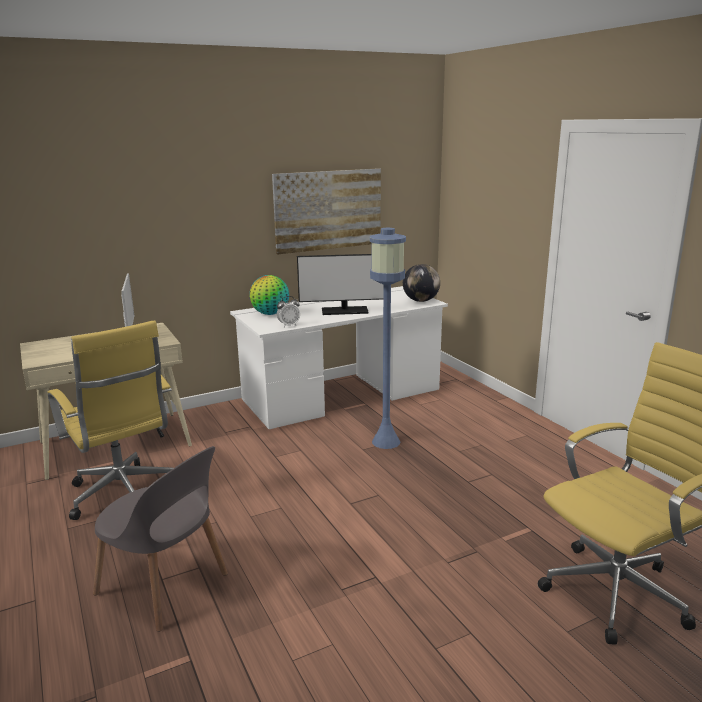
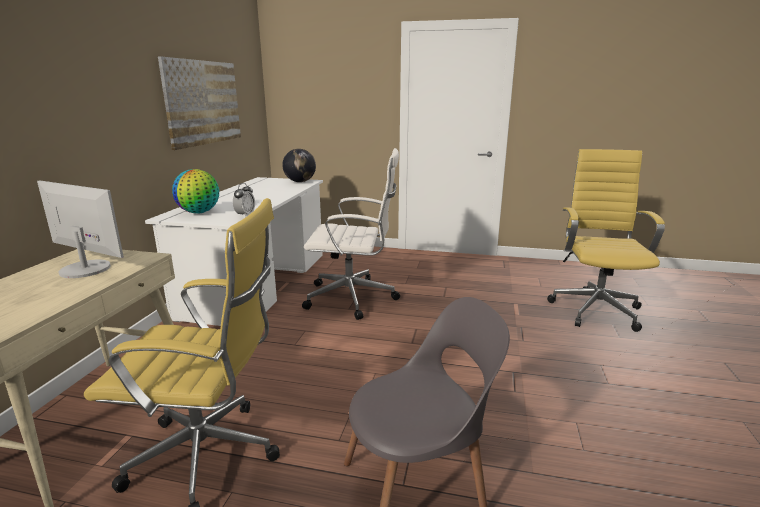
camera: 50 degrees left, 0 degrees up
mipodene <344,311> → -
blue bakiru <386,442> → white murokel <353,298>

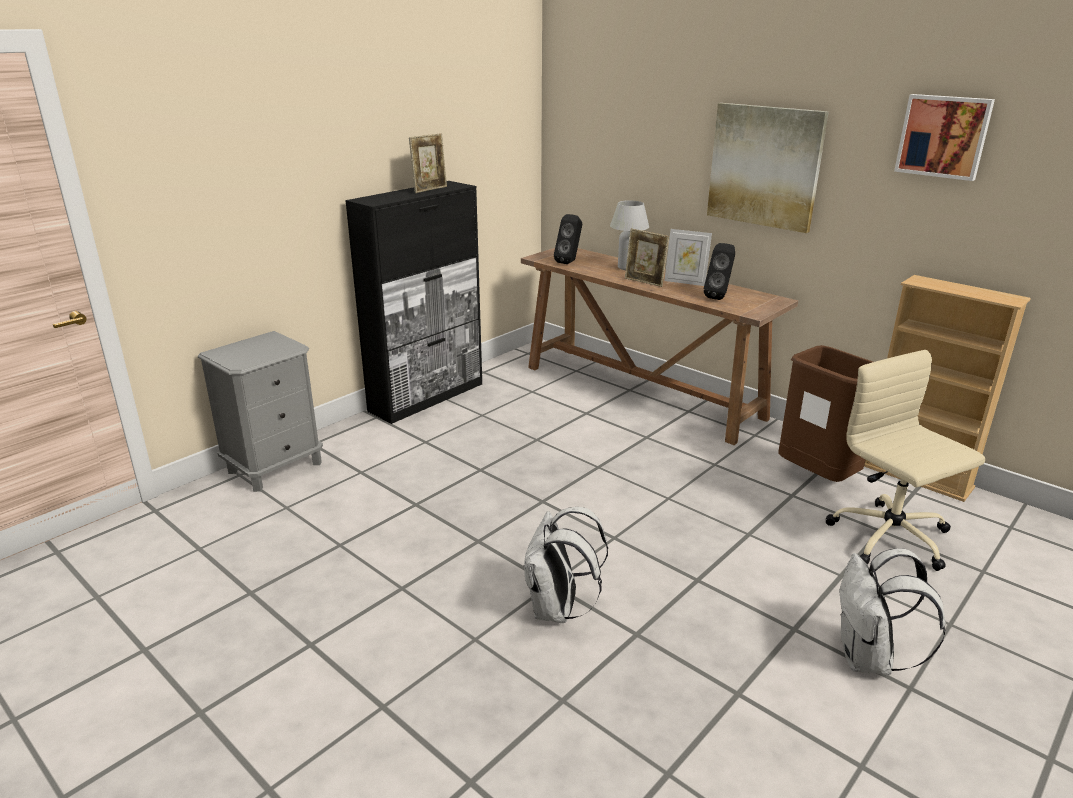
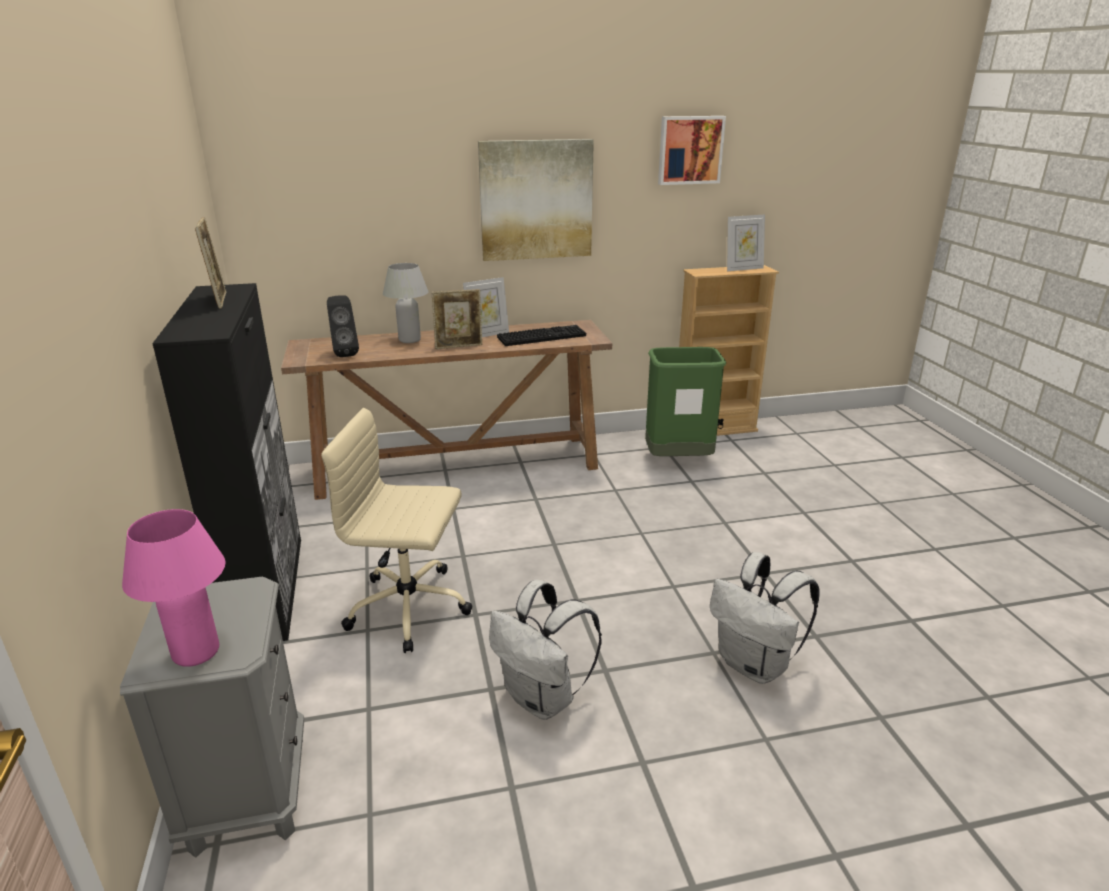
camera: 55 degrees left, 0 degrees up
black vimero <719,297> → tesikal <542,336>
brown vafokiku <817,477> → green vafokiku <678,460>
beige murokel <891,539> → beige murokel <411,608>, moved
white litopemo <868,659> → white litopemo <543,699>, moved
- → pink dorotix <196,652>
- → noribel <743,268>

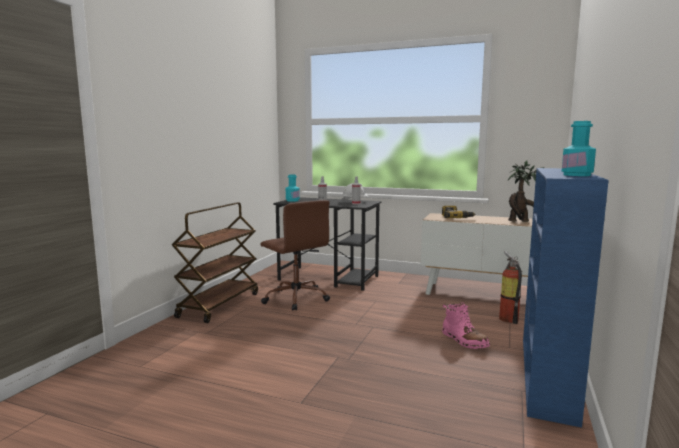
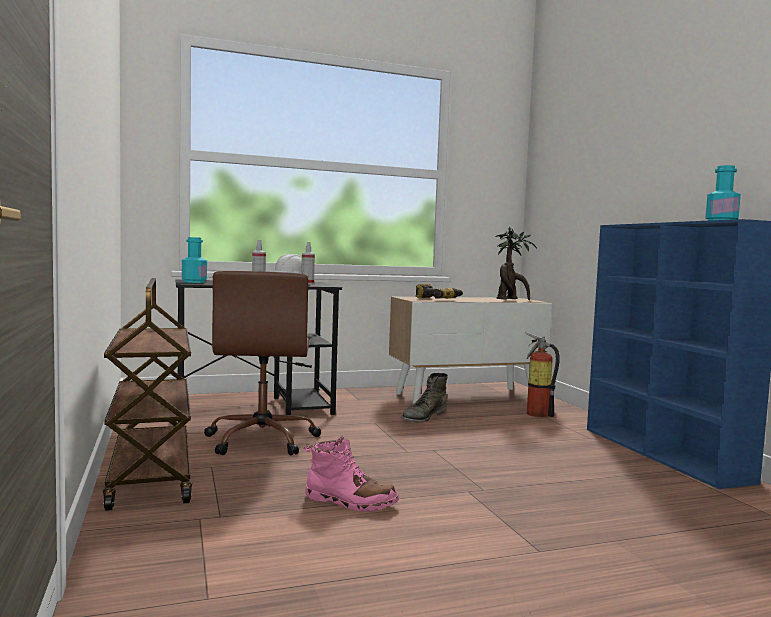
camera: 40 degrees left, 5 degrees down
brown murokel <296,298> → brown murokel <262,440>, 75 degrees clockwise
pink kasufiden <464,340> → pink kasufiden <350,502>, moved
- → green kasufiden <423,416>

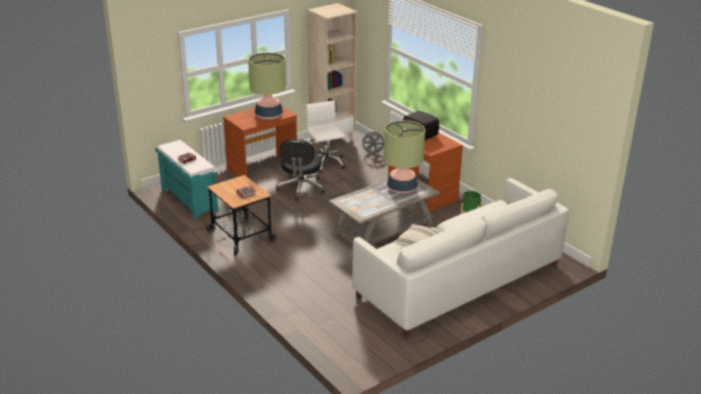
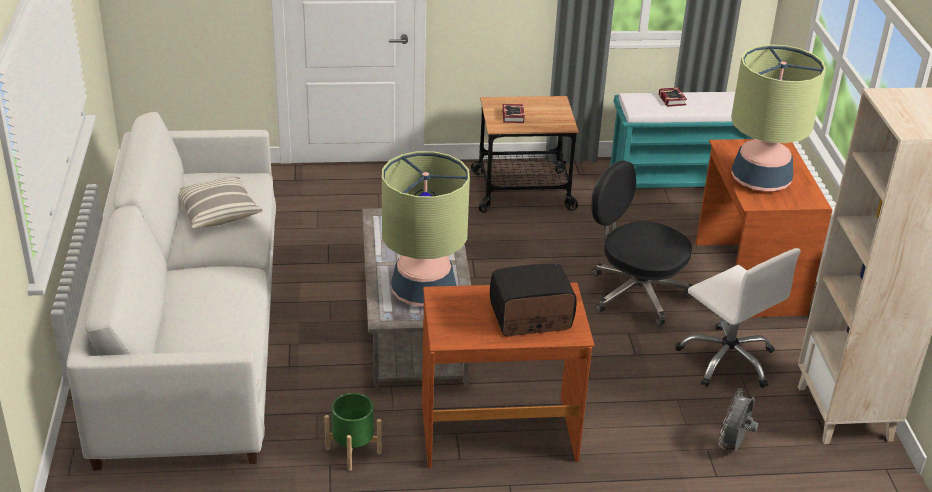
camera: 120 degrees right, 5 degrees up
white murokel <325,163> → white murokel <727,359>, 45 degrees clockwise

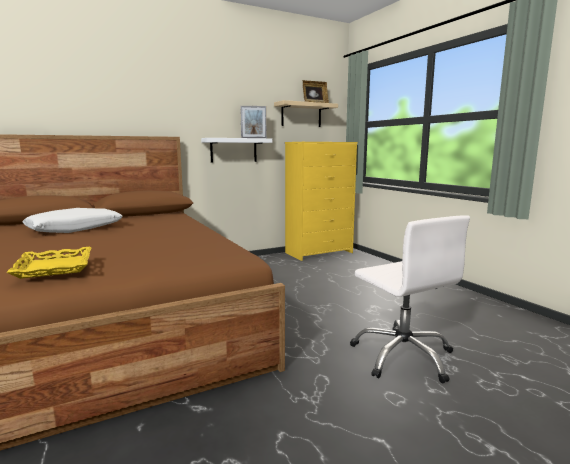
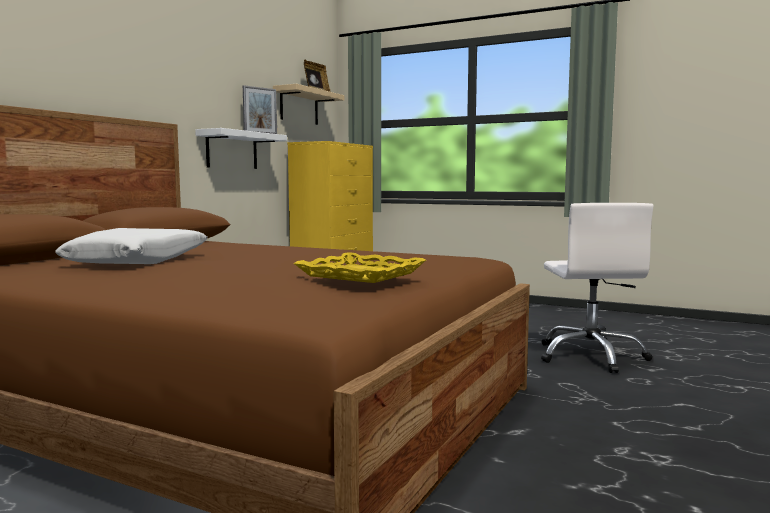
camera: 35 degrees left, 5 degrees down
white murokel <403,356> → white murokel <591,356>, 60 degrees clockwise

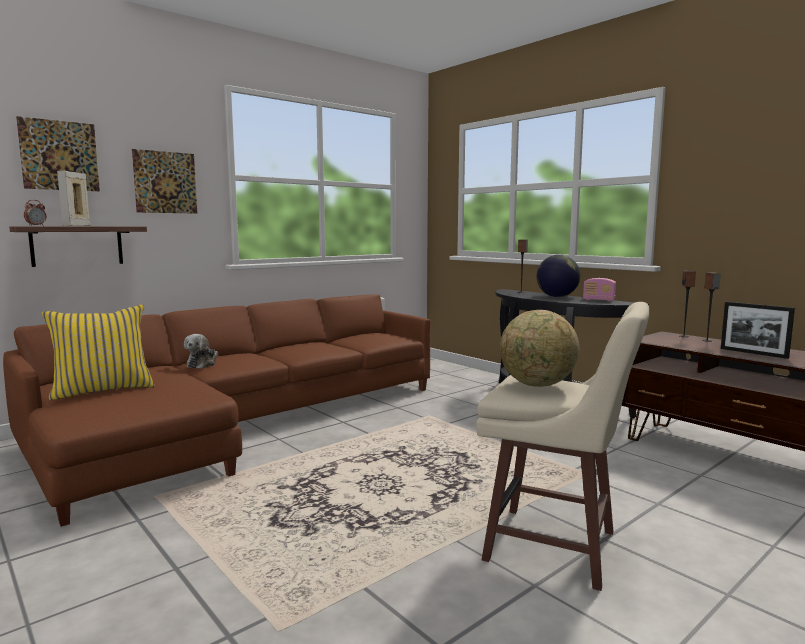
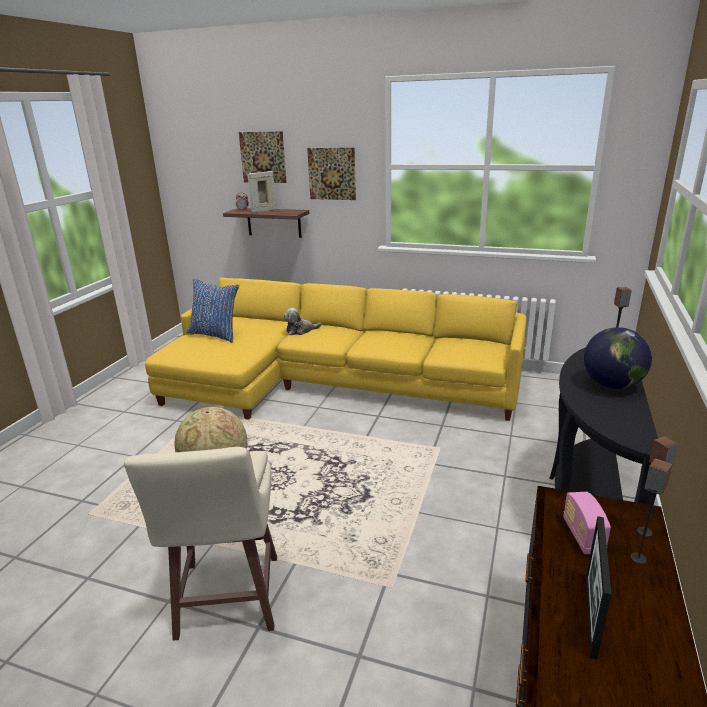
camera: 60 degrees right, 15 degrees up
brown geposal <239,425> → yellow geposal <327,383>
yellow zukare <102,390> → blue zukare <215,334>
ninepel <598,300> → ninepel <582,536>, moved

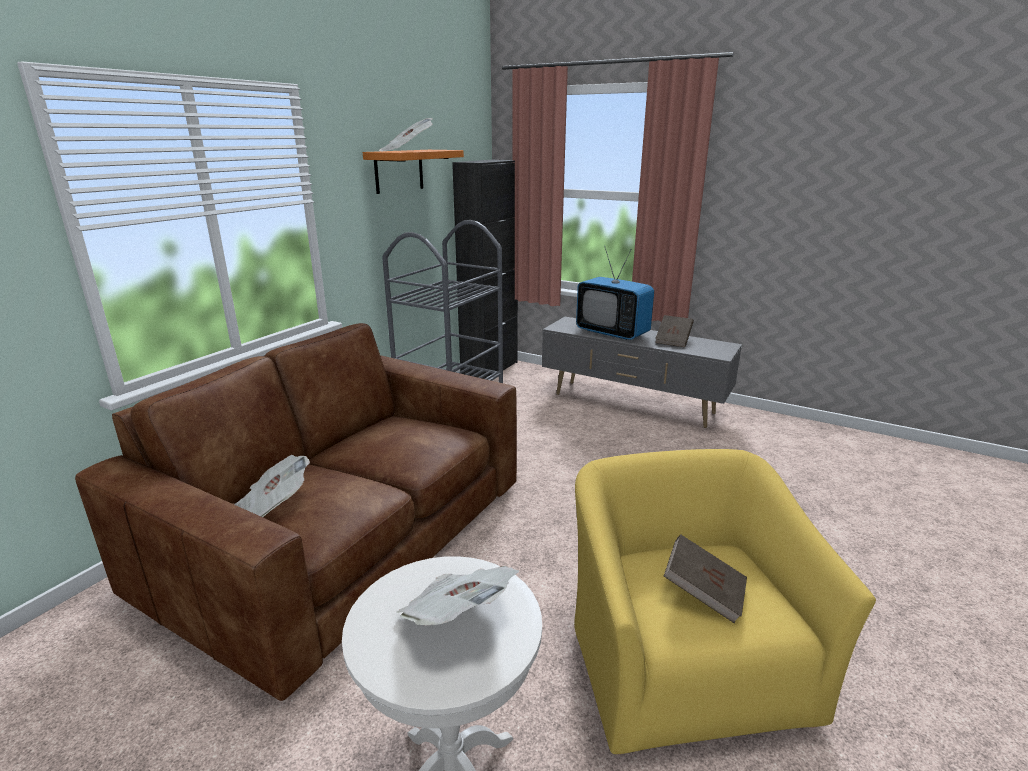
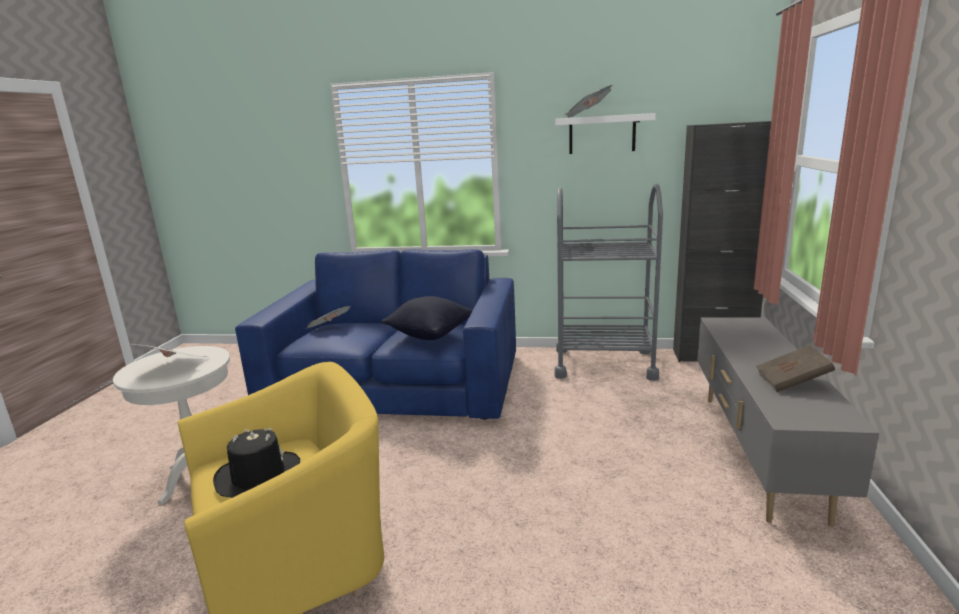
camera: 70 degrees right, 5 degrees down
brown geposal <344,535> → blue geposal <397,383>
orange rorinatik <399,171> → white rorinatik <602,134>
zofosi <612,333> → -
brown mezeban <703,592> → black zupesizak <258,476>
- → black zukare <430,334>

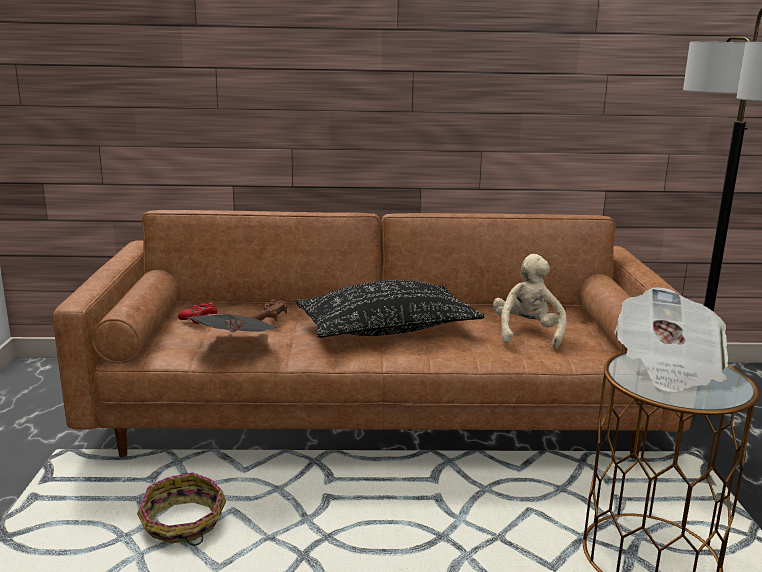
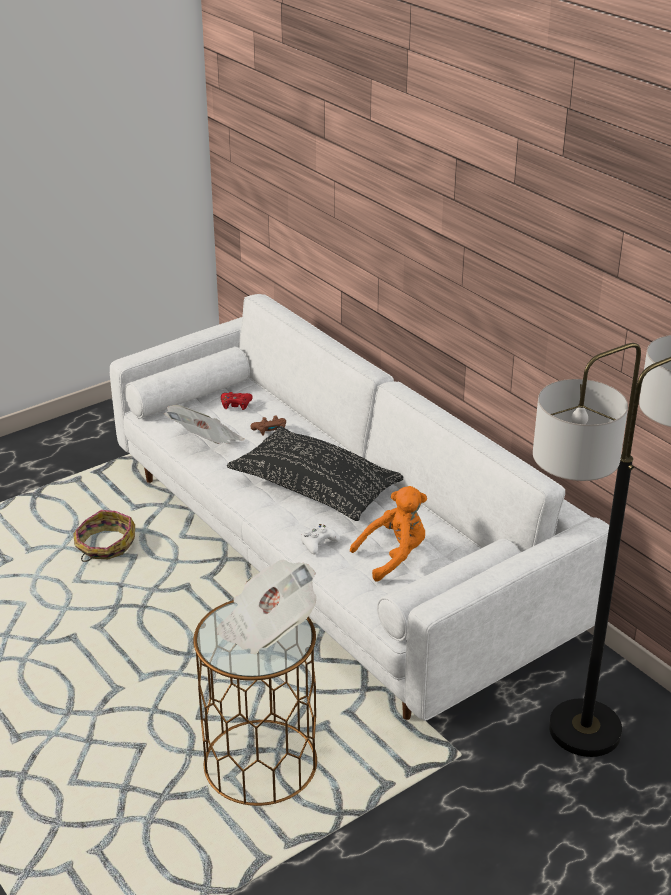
camera: 55 degrees right, 15 degrees up
brown geposal <378,409> → white geposal <335,552>
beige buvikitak <527,334> → orange buvikitak <394,556>
- → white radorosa <318,543>

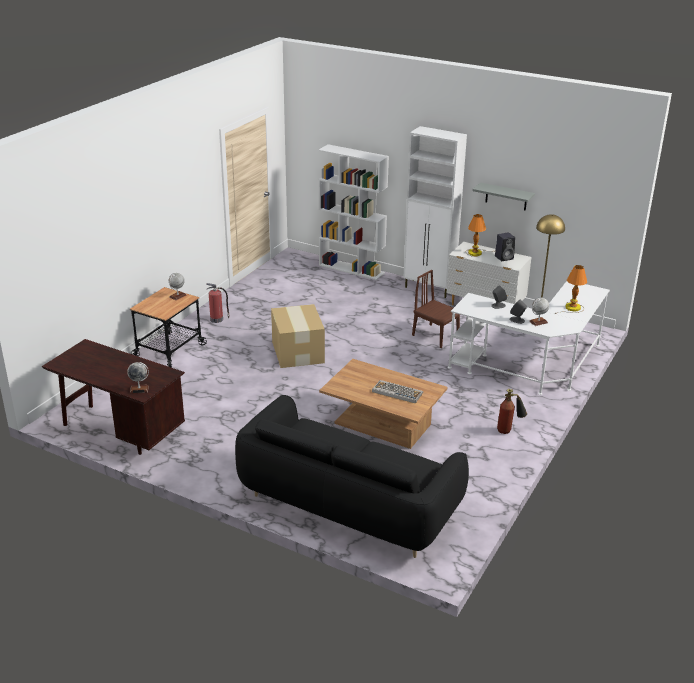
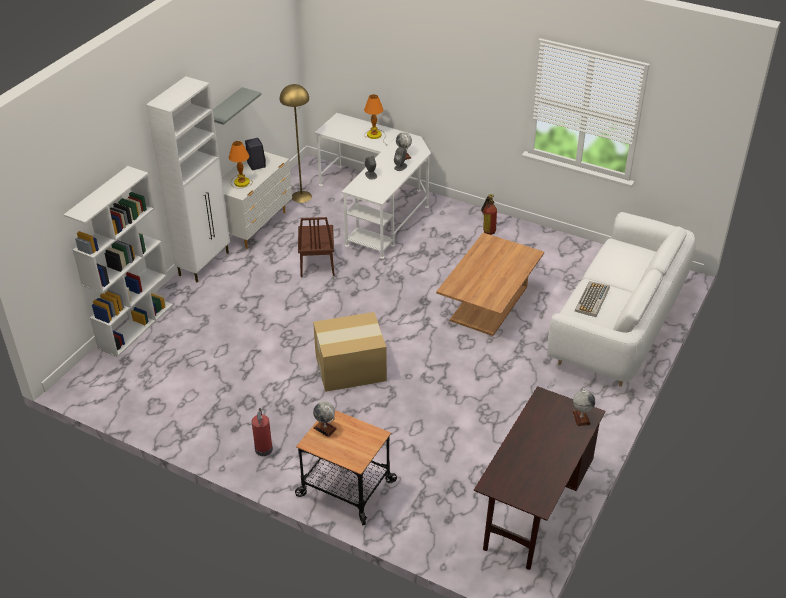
camera: 90 degrees left, 10 degrees up
black geposal <348,505> → white geposal <618,325>
tesikal <396,392> → tesikal <592,300>, moved
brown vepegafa <435,336> → brown vepegafa <317,263>, 45 degrees counterclockwise

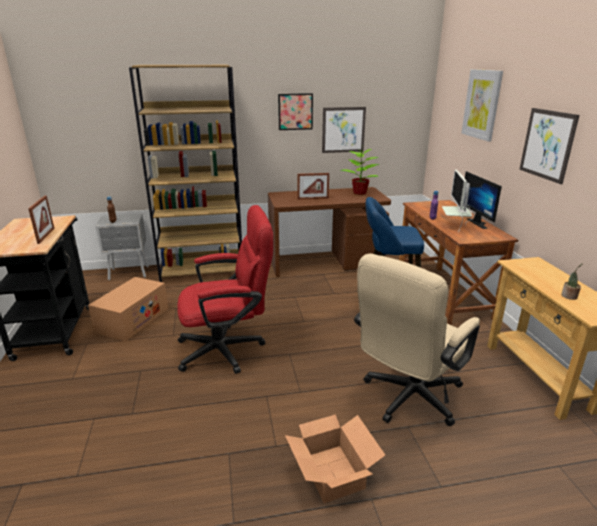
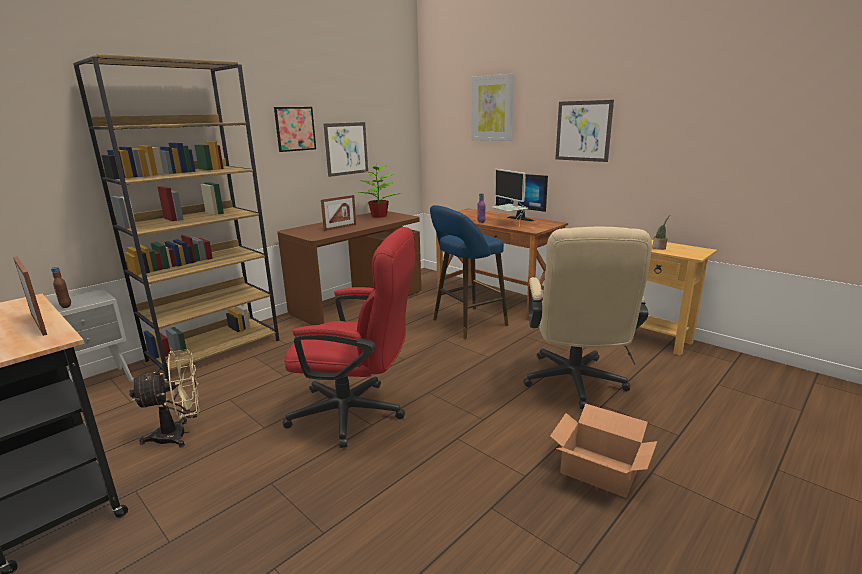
camera: 35 degrees left, 5 degrees down
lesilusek <132,320> → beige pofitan <179,434>
red murokel <229,349> → red murokel <357,414>, 60 degrees clockwise

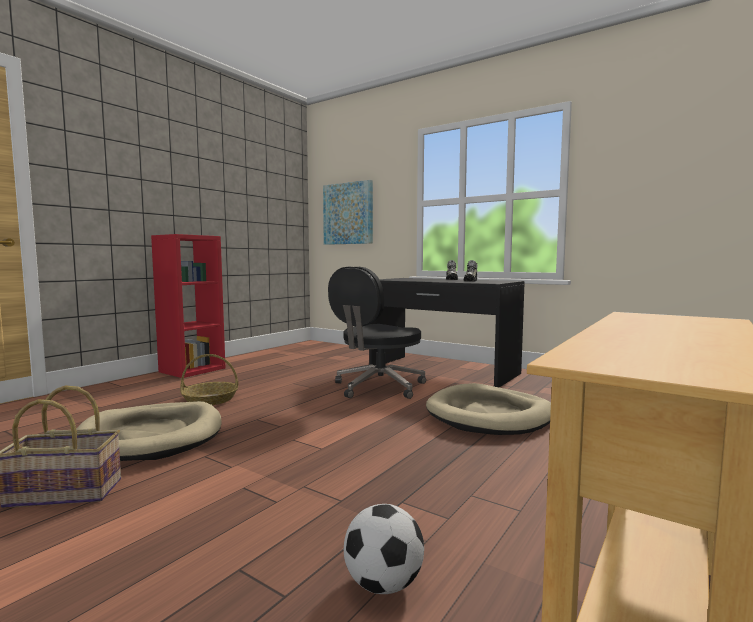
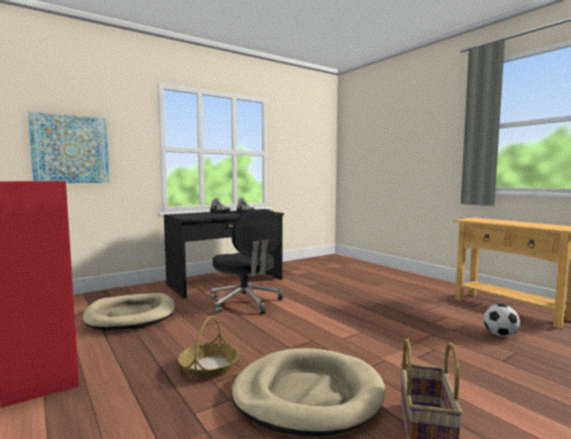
camera: 70 degrees left, 0 degrees up
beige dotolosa <490,415> → beige dotolosa <131,315>, moved

